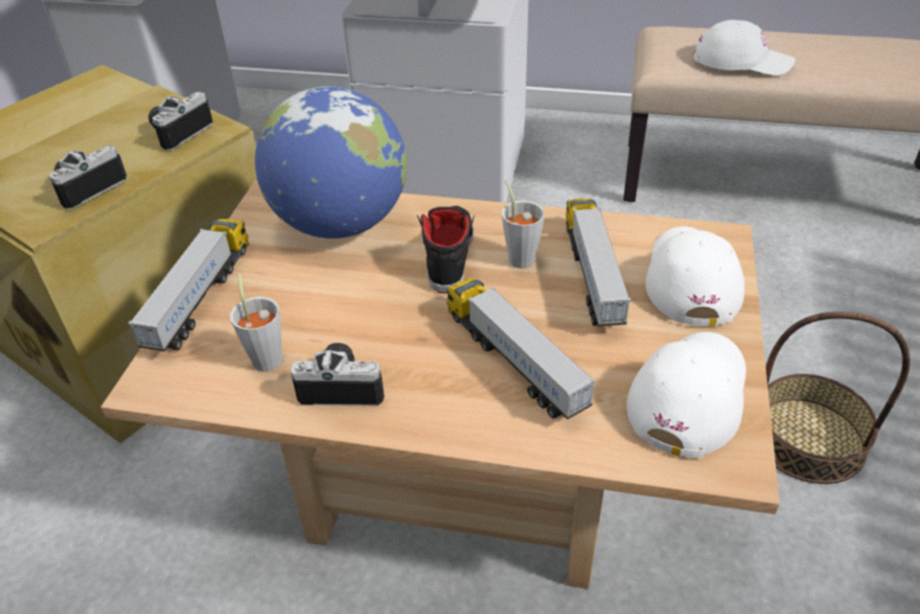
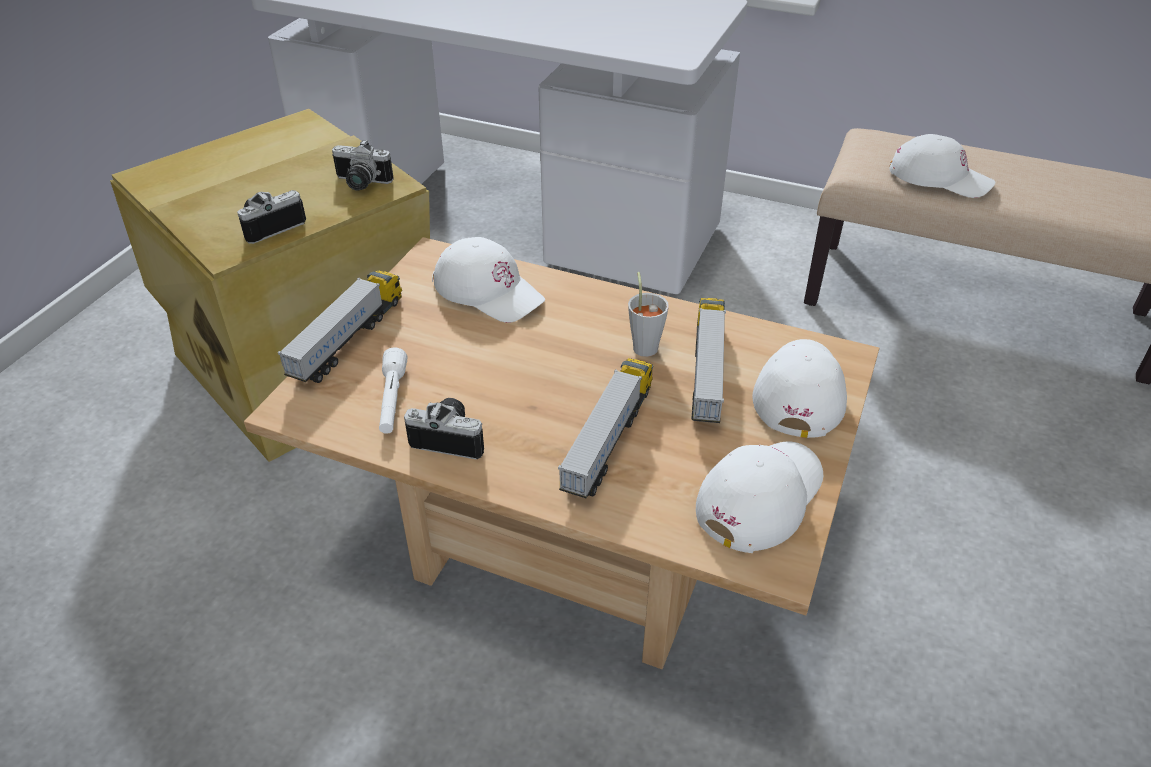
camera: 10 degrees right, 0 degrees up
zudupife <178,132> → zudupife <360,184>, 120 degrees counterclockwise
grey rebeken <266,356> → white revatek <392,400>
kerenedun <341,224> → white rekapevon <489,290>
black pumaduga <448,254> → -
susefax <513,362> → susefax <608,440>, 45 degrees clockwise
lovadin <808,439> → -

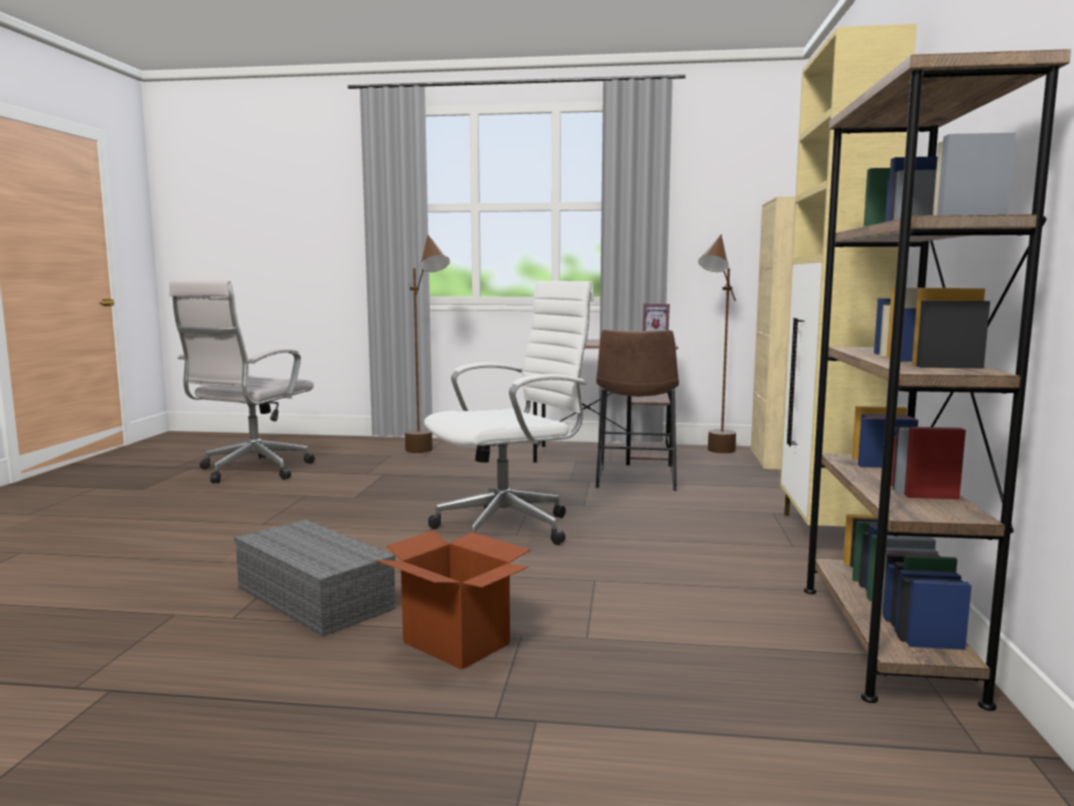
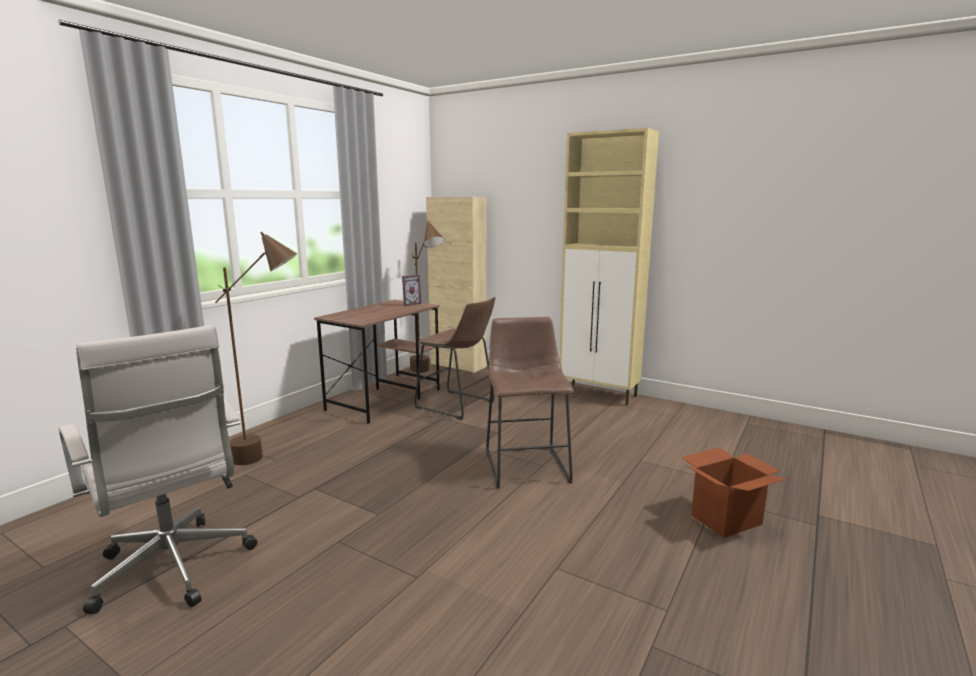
camera: 65 degrees left, 5 degrees up
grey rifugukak <317,598> → -
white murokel <510,527> → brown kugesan <526,464>
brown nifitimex <884,640> → -

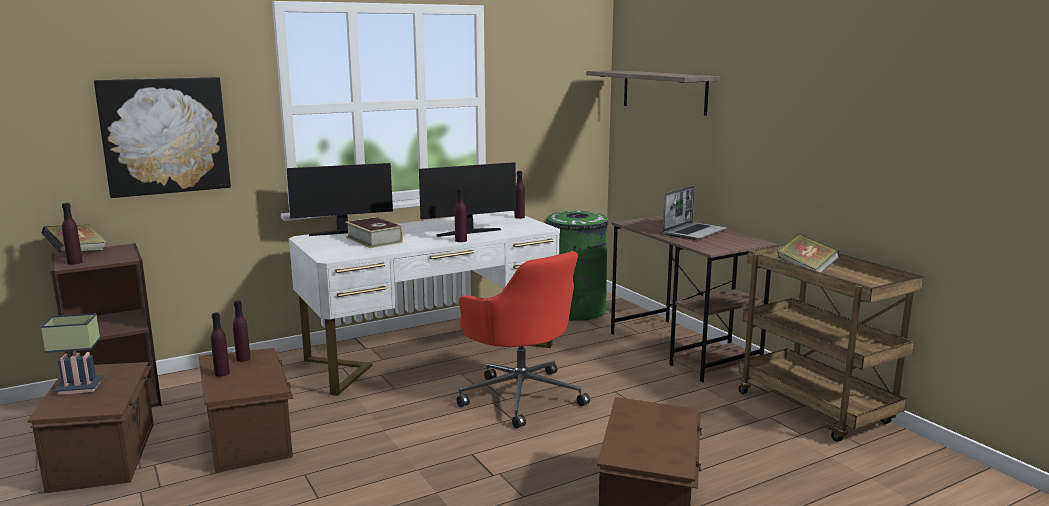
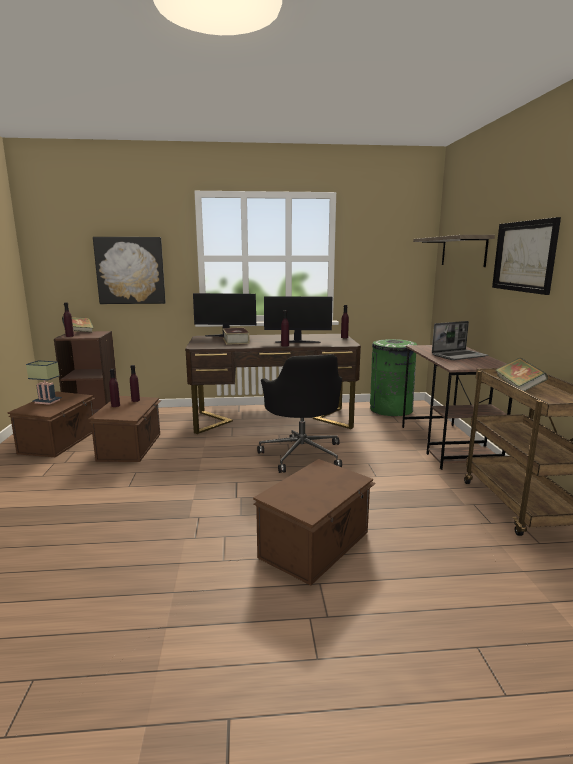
camera: 25 degrees right, 0 degrees up
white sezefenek <431,353> → brown sezefenek <273,420>
red murokel <521,395> → black murokel <302,454>
- → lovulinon <524,256>

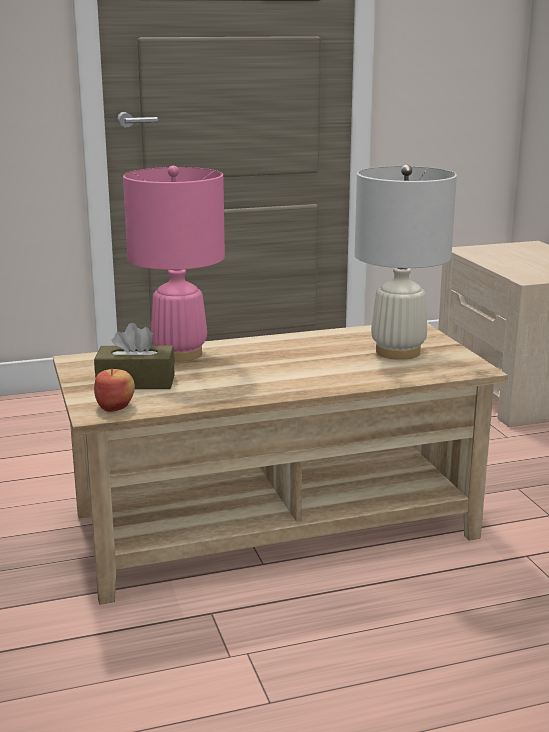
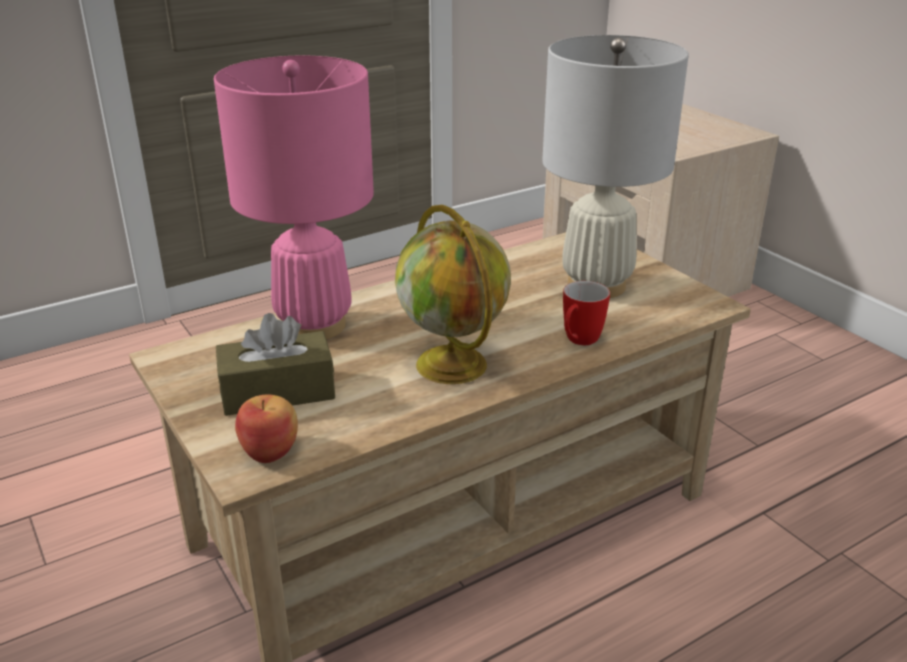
camera: 15 degrees left, 10 degrees up
- → kerenedun <453,366>
- → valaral <578,342>

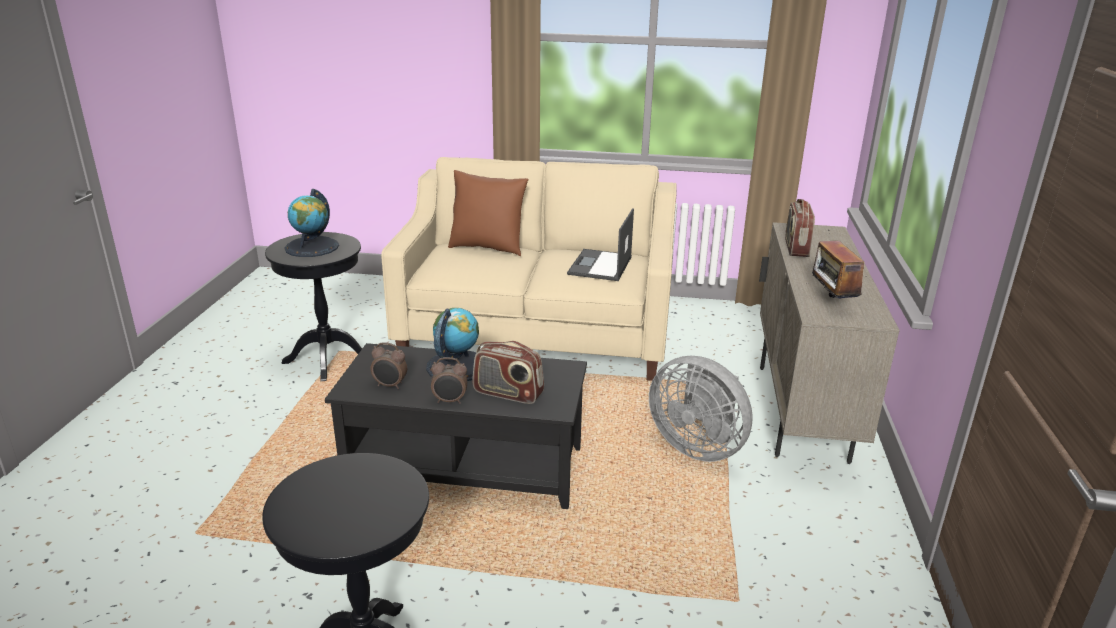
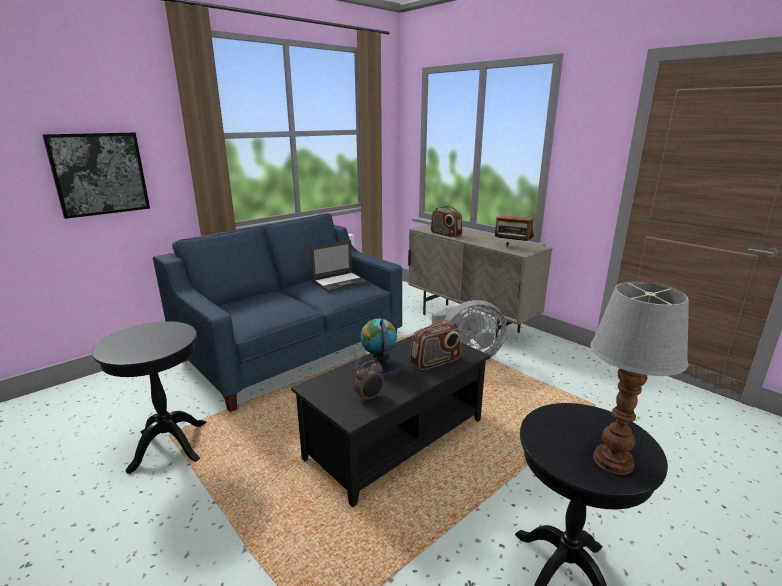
camera: 50 degrees left, 5 degrees down
kerenedun <312,247> → -
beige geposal <537,333> → blue geposal <292,351>
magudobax <450,401> → -
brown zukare <487,248> → -
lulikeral <600,266> → lulikeral <341,282>, 90 degrees counterclockwise
- → lovulinon <99,174>
- → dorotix <613,460>

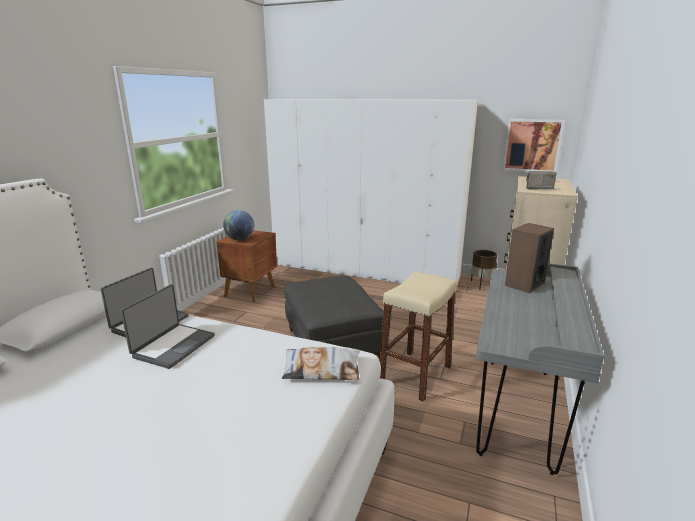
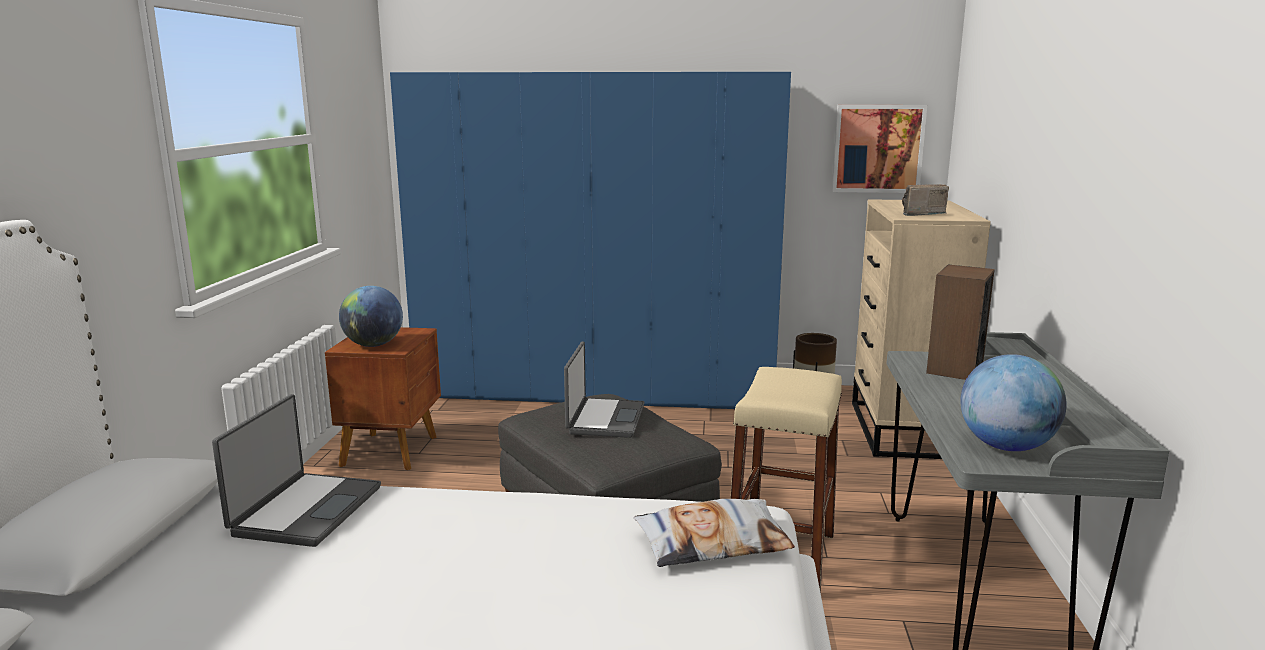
camera: 15 degrees left, 5 degrees down
lulikeral <173,346> → lulikeral <604,419>, moved
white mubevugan <365,270> → blue mubevugan <597,391>
- → kerenedun <1006,447>

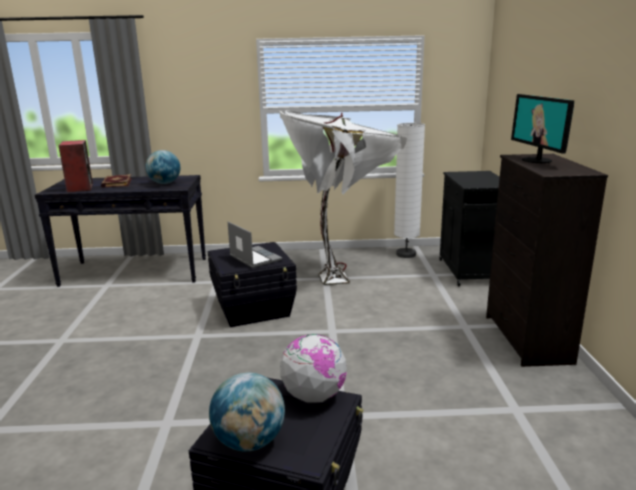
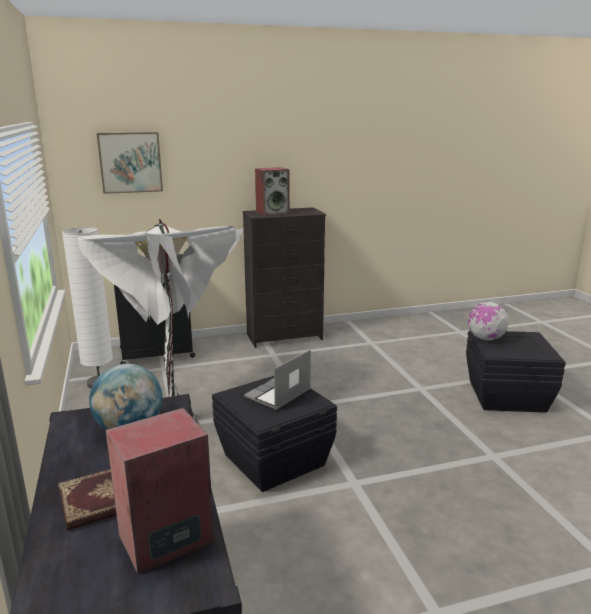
camera: 105 degrees left, 0 degrees up
kerenedun <249,442> → -
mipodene <537,160> → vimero <273,213>
- → lovulinon <130,162>

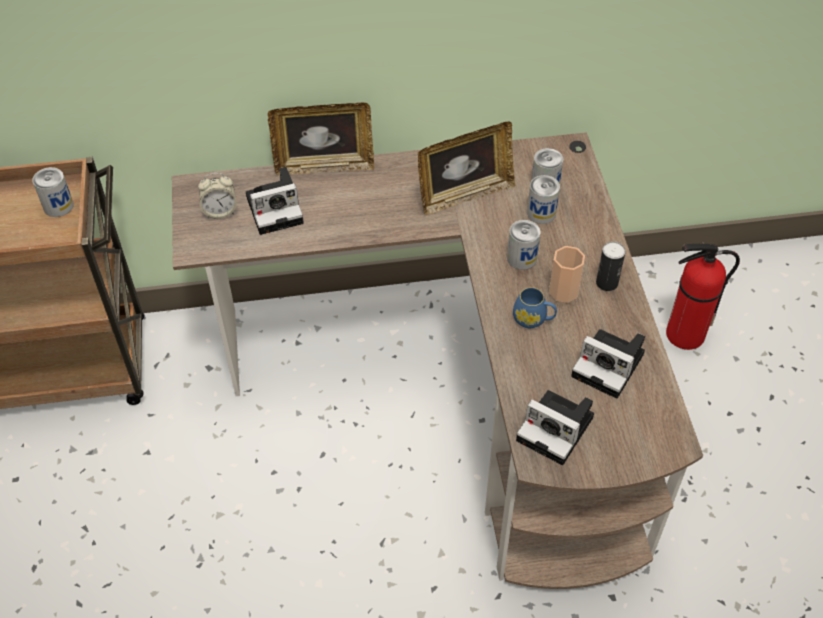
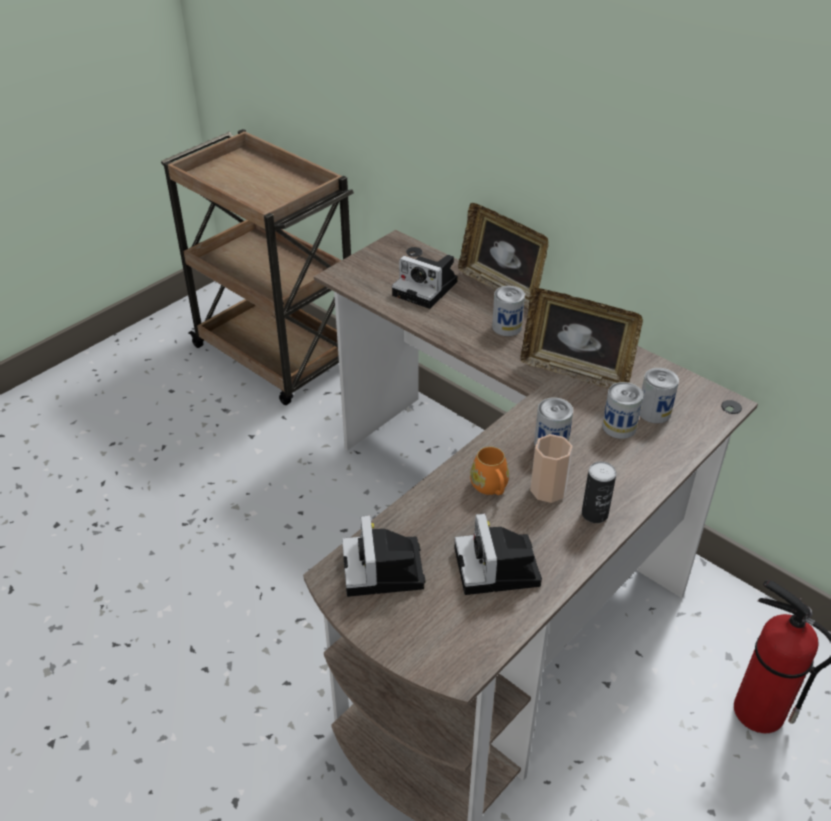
camera: 50 degrees right, 10 degrees down
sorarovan <58,206> → sorarovan <507,327>, moved
magudobax <220,211> → -
blue valaral <533,319> → orange valaral <491,488>

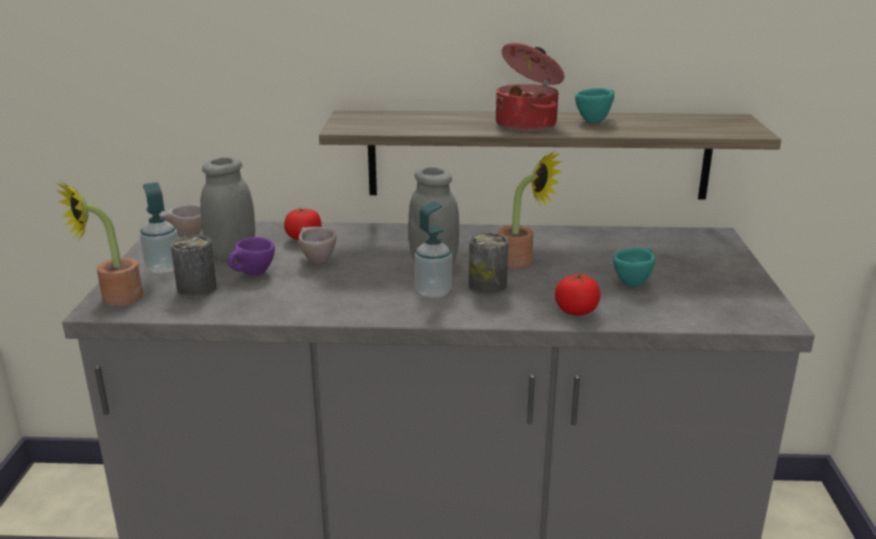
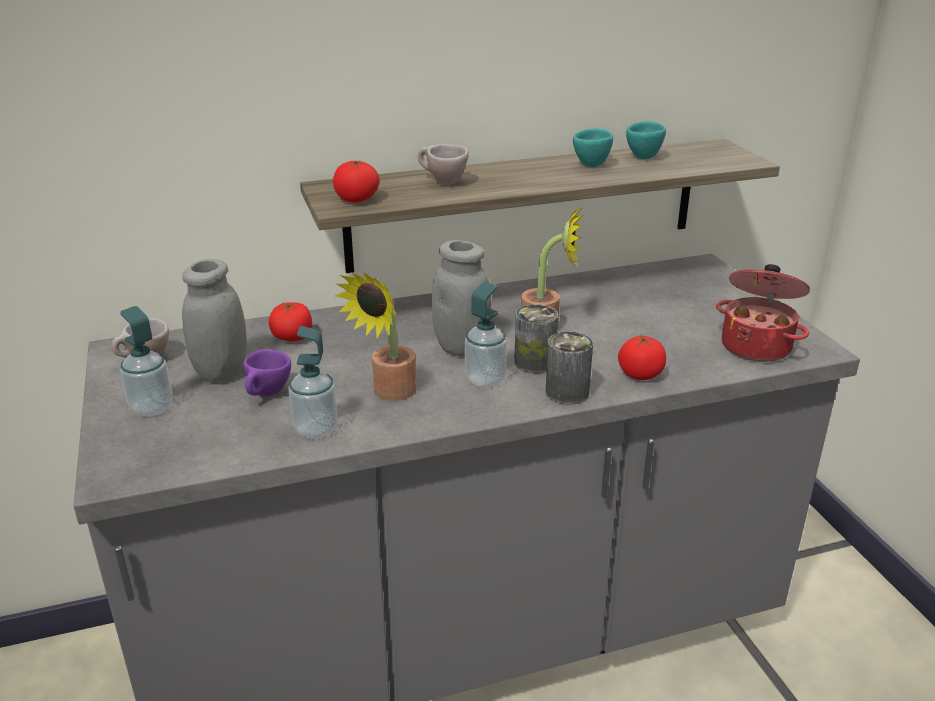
camera: 20 degrees left, 5 degrees up
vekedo <114,299> → vekedo <389,393>, moved
sorarovan <197,289> → sorarovan <567,392>, moved
beige rebeken <315,260> → beige rebeken <441,182>, moved
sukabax <527,124> → sukabax <757,346>, moved
turquoise rebeken <634,282> → turquoise rebeken <644,156>, moved
- → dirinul <316,429>
- → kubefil <357,199>

